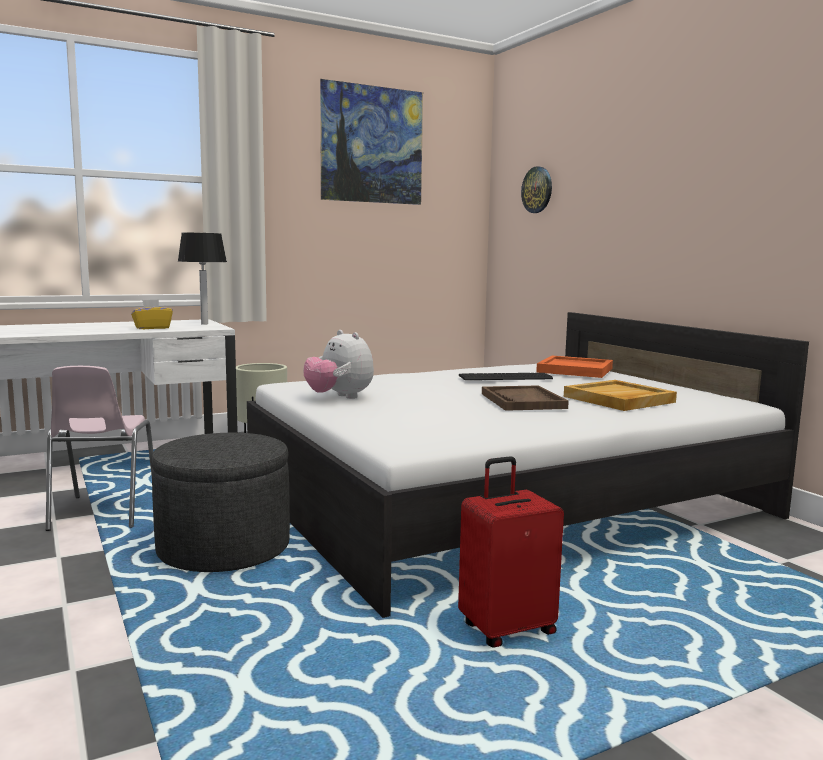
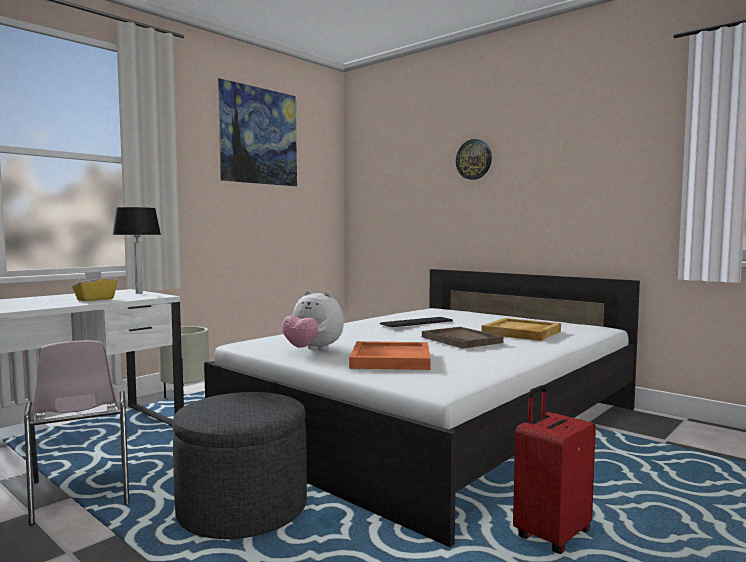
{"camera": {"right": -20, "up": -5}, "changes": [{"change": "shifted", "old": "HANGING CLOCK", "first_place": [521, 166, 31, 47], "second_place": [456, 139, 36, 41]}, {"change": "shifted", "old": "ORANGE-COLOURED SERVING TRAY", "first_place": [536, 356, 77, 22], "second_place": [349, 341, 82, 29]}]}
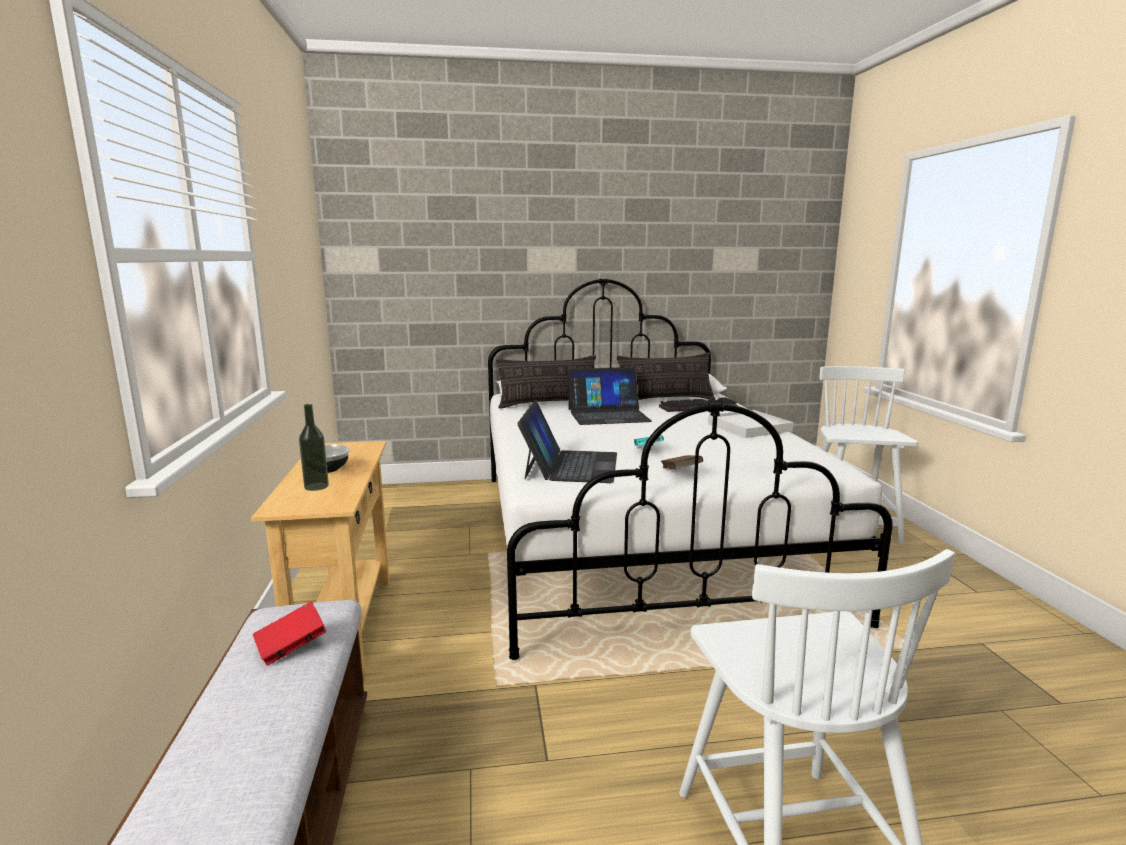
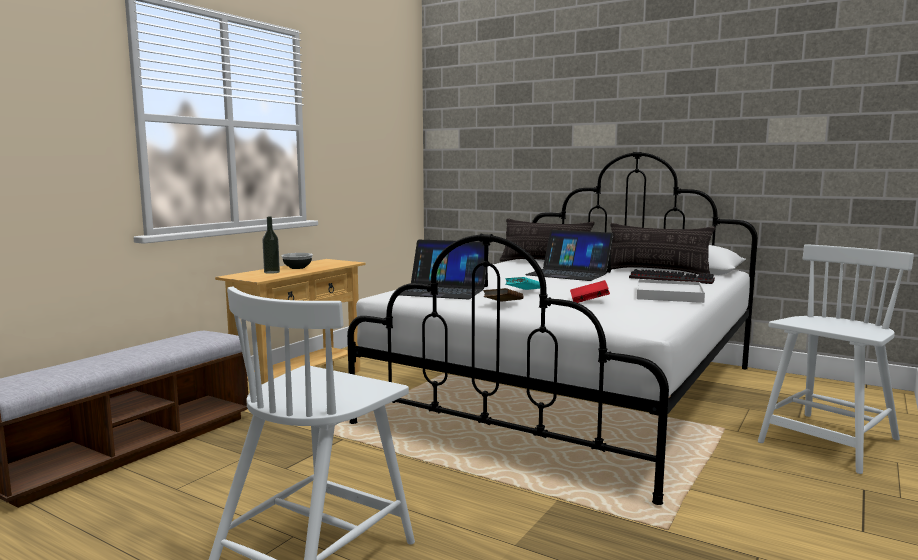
{"camera": {"right": 40, "up": -5}, "changes": [{"change": "shifted", "old": "RED VOLUME", "first_place": [253, 602, 74, 64], "second_place": [570, 280, 40, 23]}, {"change": "rotated", "old": "NOTEBOOK COMPUTER", "first_place": [517, 401, 100, 82], "second_place": [400, 240, 89, 59], "degrees": 60}]}
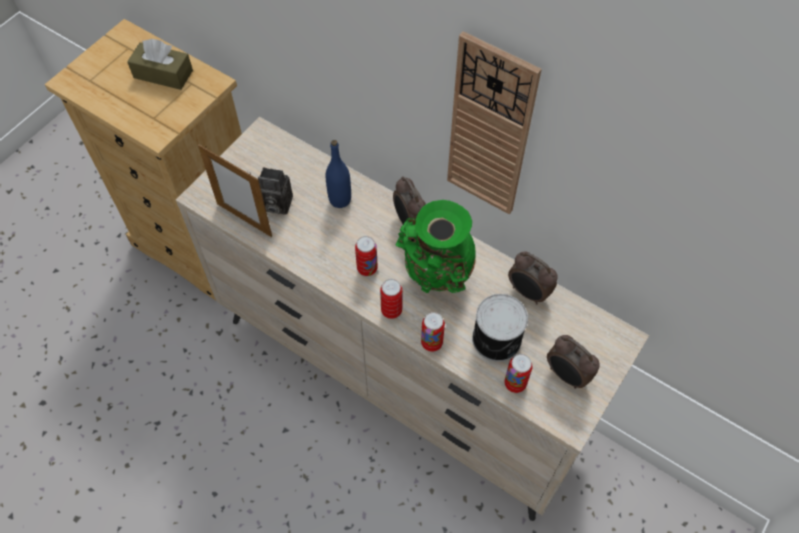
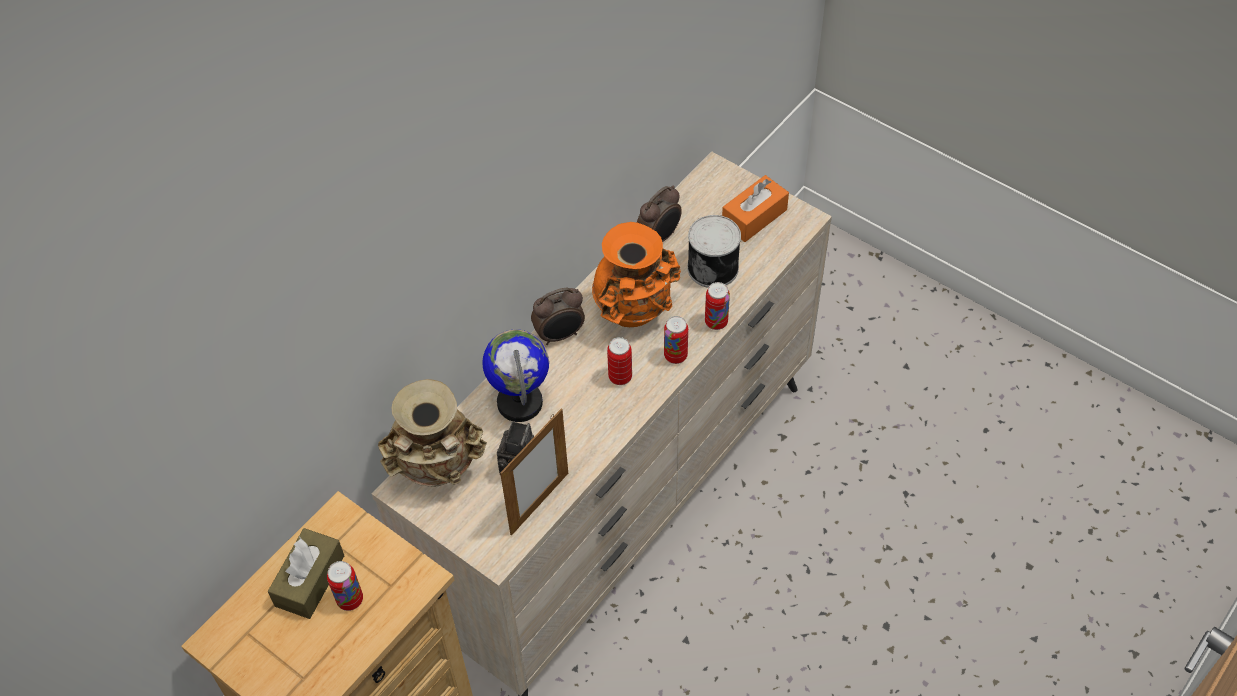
{"camera": {"right": -85, "up": -5}, "changes": [{"change": "swapped", "old": "BLUISH BOTTLE", "new": "GLOBE", "first_place": [326, 140, 25, 68], "second_place": [482, 329, 67, 93]}, {"change": "repainted", "old": "GREEN-COLOURED FLOWER VASE", "new": "ORANGE-COLOURED FLOWER VASE", "first_place": [395, 200, 81, 93], "second_place": [592, 222, 89, 105]}, {"change": "gone", "old": "HANGING CLOCK", "first_place": [447, 31, 95, 183]}, {"change": "shifted", "old": "SEALED CAN", "first_place": [504, 354, 28, 39], "second_place": [327, 561, 36, 50]}, {"change": "swapped", "old": "ALARM CLOCK", "new": "ORANGE-COLOURED TISSUE BOX", "first_place": [547, 335, 53, 54], "second_place": [722, 175, 67, 67]}, {"change": "new", "new": "BEIGE FLOWER VASE", "second_place": [378, 379, 109, 108]}]}
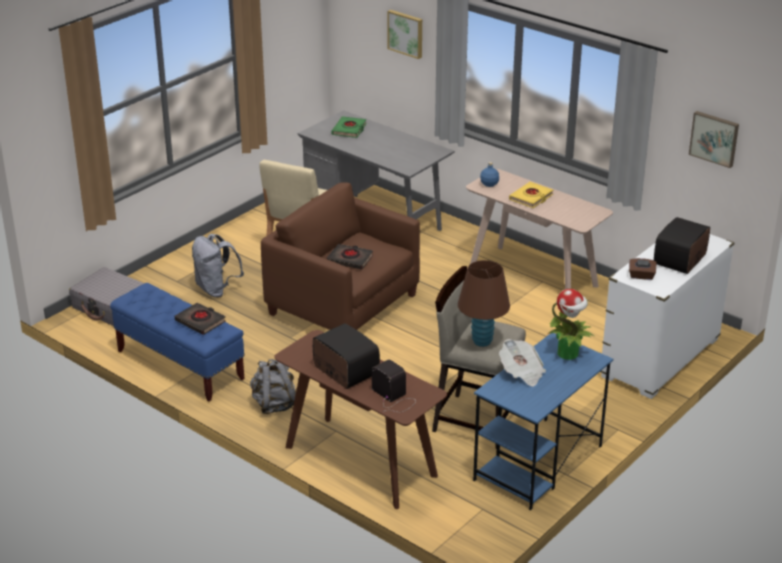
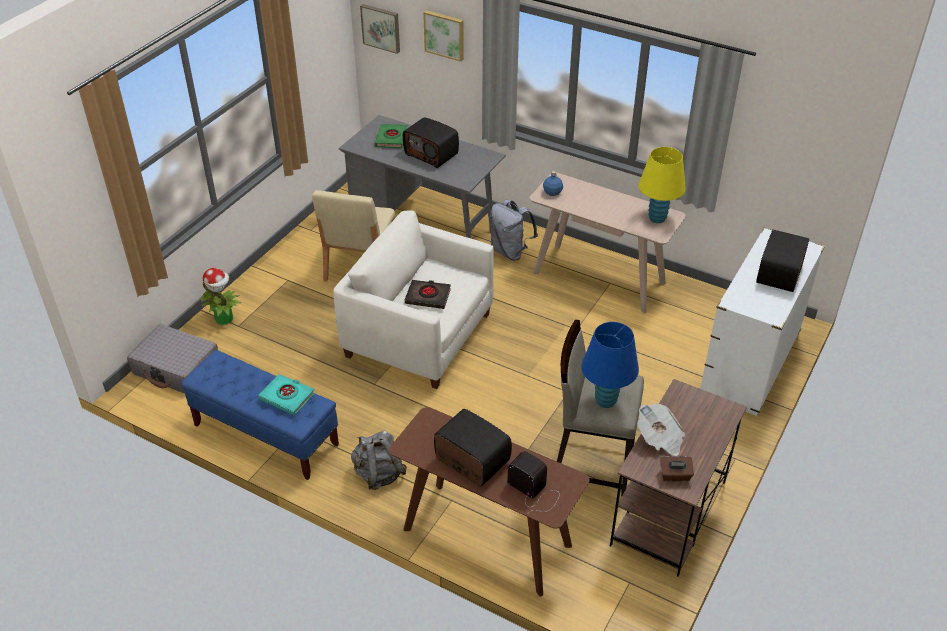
{"camera": {"right": -10, "up": 10}, "changes": [{"change": "repainted", "old": "BLACK VOLUME", "new": "BLUE-GREEN VOLUME", "first_place": [175, 303, 51, 32], "second_place": [258, 374, 57, 41]}, {"change": "shifted", "old": "GREYISH RUCKSACK", "first_place": [192, 234, 52, 63], "second_place": [490, 200, 48, 61]}, {"change": "repainted", "old": "BROWN-COLOURED LOUNGE CHAIR", "new": "WHITE LOUNGE CHAIR", "first_place": [261, 182, 159, 148], "second_place": [333, 211, 161, 178]}, {"change": "repainted", "old": "BROWN-COLOURED LAMP FOR A TABLE", "new": "BLUISH LAMP FOR A TABLE", "first_place": [458, 260, 52, 87], "second_place": [582, 322, 57, 86]}, {"change": "repainted", "old": "BLUISH DESK TABLE", "new": "BROWN-COLOURED DESK TABLE", "first_place": [473, 333, 140, 177], "second_place": [610, 379, 137, 198]}, {"change": "gone", "old": "YELLOW VOLUME", "first_place": [509, 182, 44, 26]}, {"change": "shifted", "old": "POTTED PLANT", "first_place": [548, 289, 46, 71], "second_place": [201, 268, 41, 57]}, {"change": "shifted", "old": "BROWN-COLOURED TISSUE BOX", "first_place": [629, 258, 28, 22], "second_place": [660, 456, 34, 25]}, {"change": "shifted", "old": "WALL ART", "first_place": [689, 111, 50, 57], "second_place": [360, 4, 40, 50]}, {"change": "new", "new": "RADIO SET", "second_place": [403, 117, 56, 51]}, {"change": "new", "new": "YELLOW LAMP FOR A TABLE", "second_place": [639, 147, 47, 76]}]}
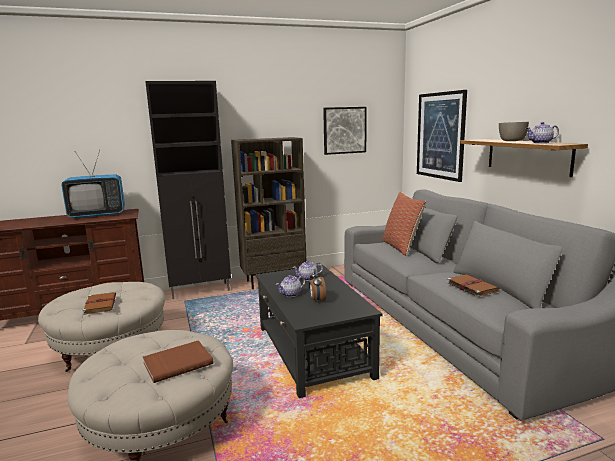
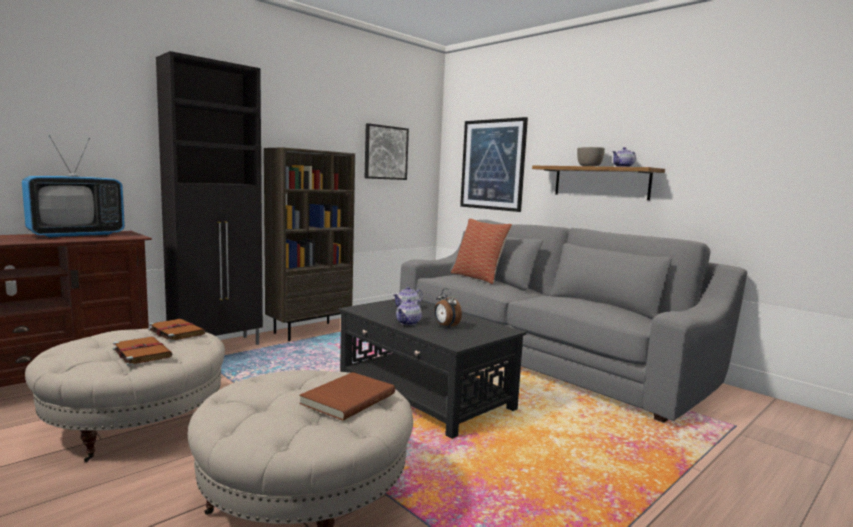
{"camera": {"right": -25, "up": -5}, "changes": [{"change": "shifted", "old": "BROWN-COLOURED VOLUME", "first_place": [447, 275, 53, 22], "second_place": [148, 319, 58, 23]}]}
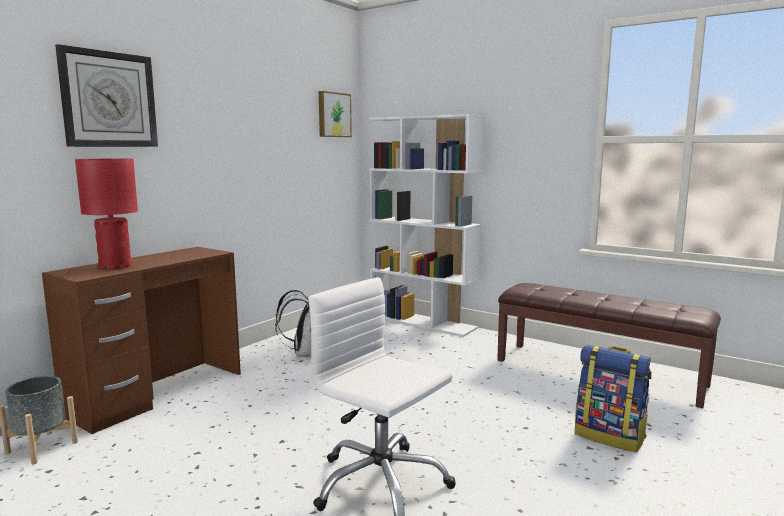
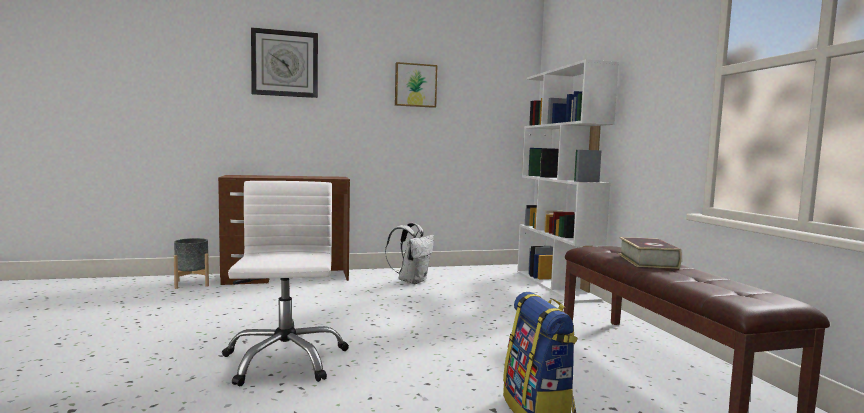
{"camera": {"right": 40, "up": -5}, "changes": [{"change": "gone", "old": "RED LAMP FOR A TABLE", "first_place": [75, 159, 63, 110]}, {"change": "shifted", "old": "WALL ART", "first_place": [319, 91, 33, 46], "second_place": [395, 62, 42, 46]}, {"change": "new", "new": "VOLUME", "second_place": [618, 237, 64, 32]}]}
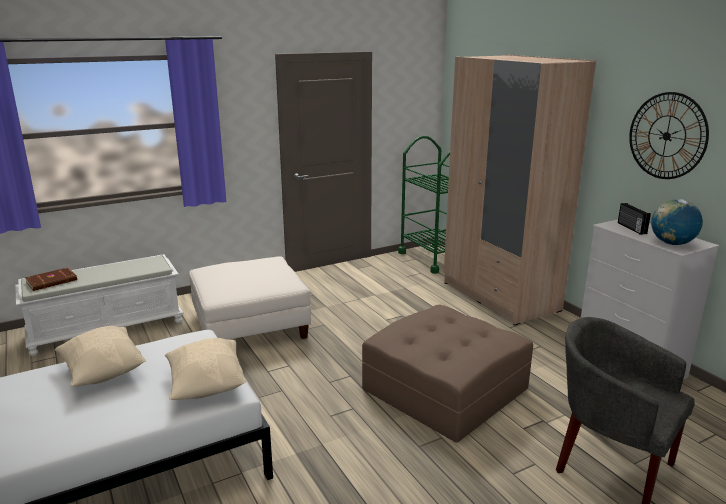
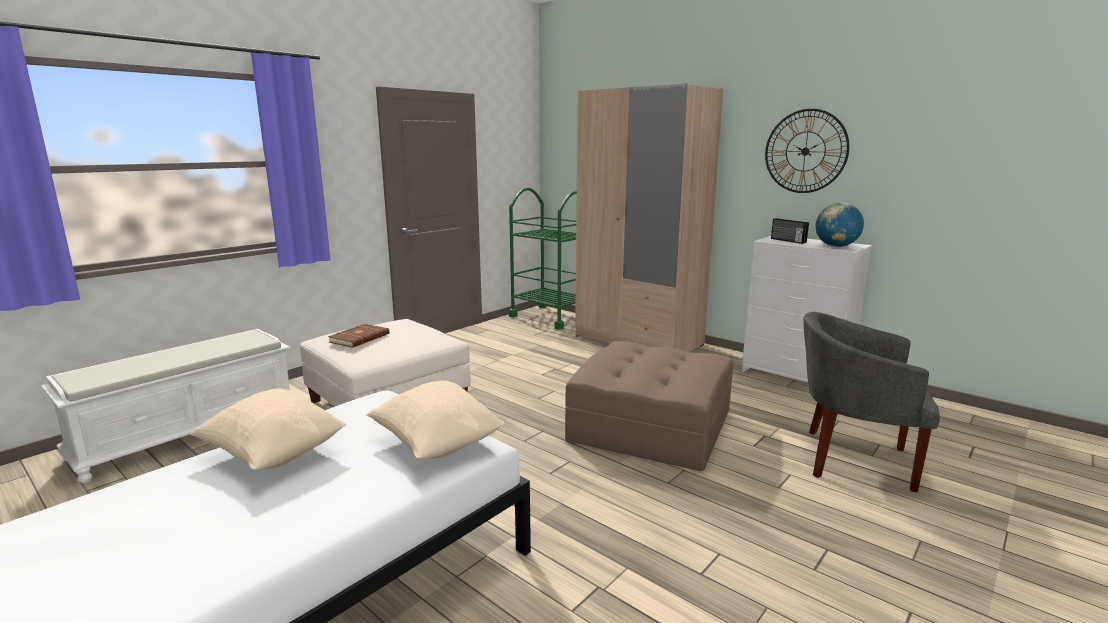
{"camera": {"right": -20, "up": -5}, "changes": [{"change": "shifted", "old": "BROWN-COLOURED VOLUME", "first_place": [25, 267, 52, 24], "second_place": [328, 324, 62, 24]}]}
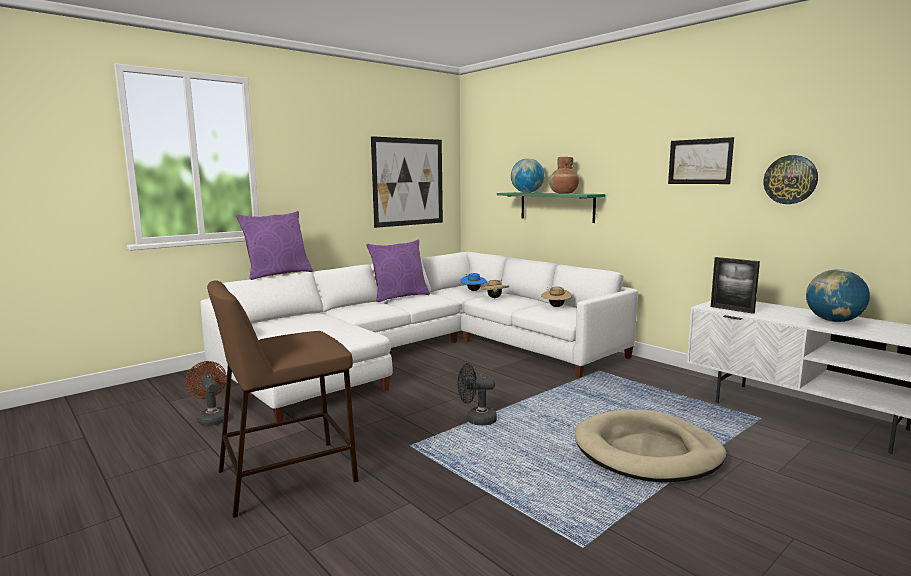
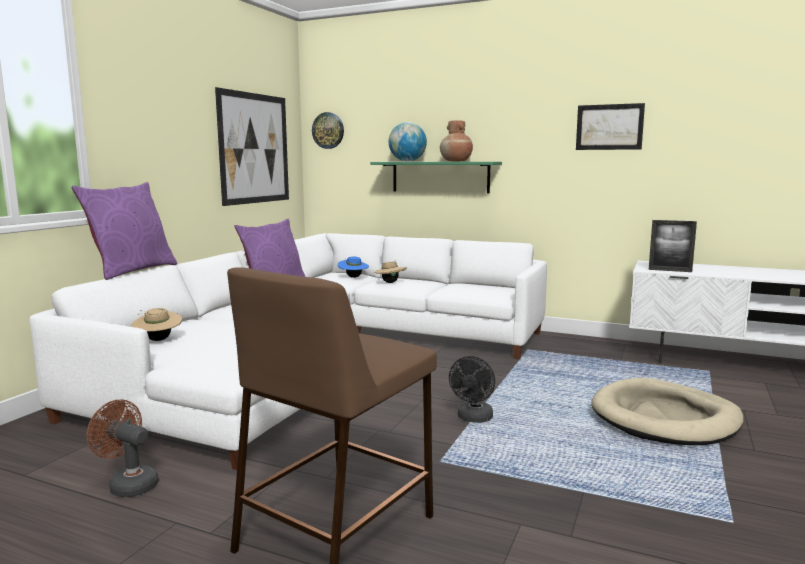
{"camera": {"right": -25, "up": 0}, "changes": [{"change": "rotated", "old": "BLACK ELECTRIC FAN", "first_place": [458, 363, 39, 62], "second_place": [449, 356, 46, 67], "degrees": -45}, {"change": "shifted", "old": "BEIGE HAT", "first_place": [541, 287, 31, 20], "second_place": [131, 308, 51, 33]}, {"change": "shifted", "old": "HANGING CLOCK", "first_place": [764, 155, 54, 49], "second_place": [312, 112, 32, 37]}, {"change": "gone", "old": "GLOBE", "first_place": [806, 269, 64, 53]}]}
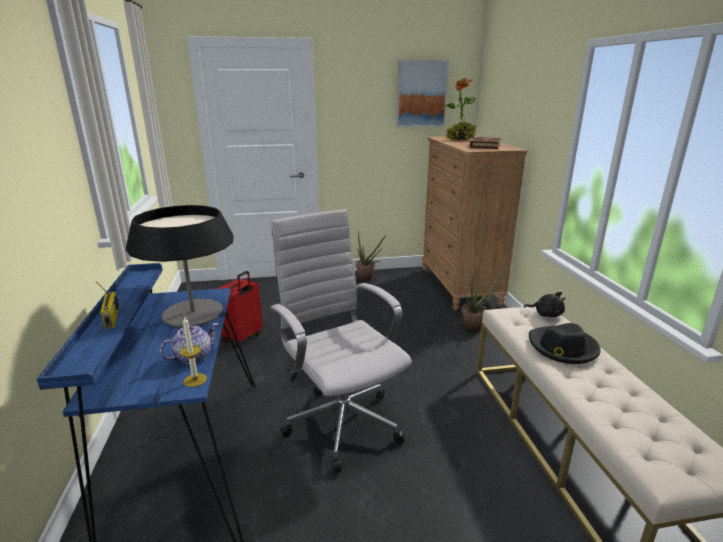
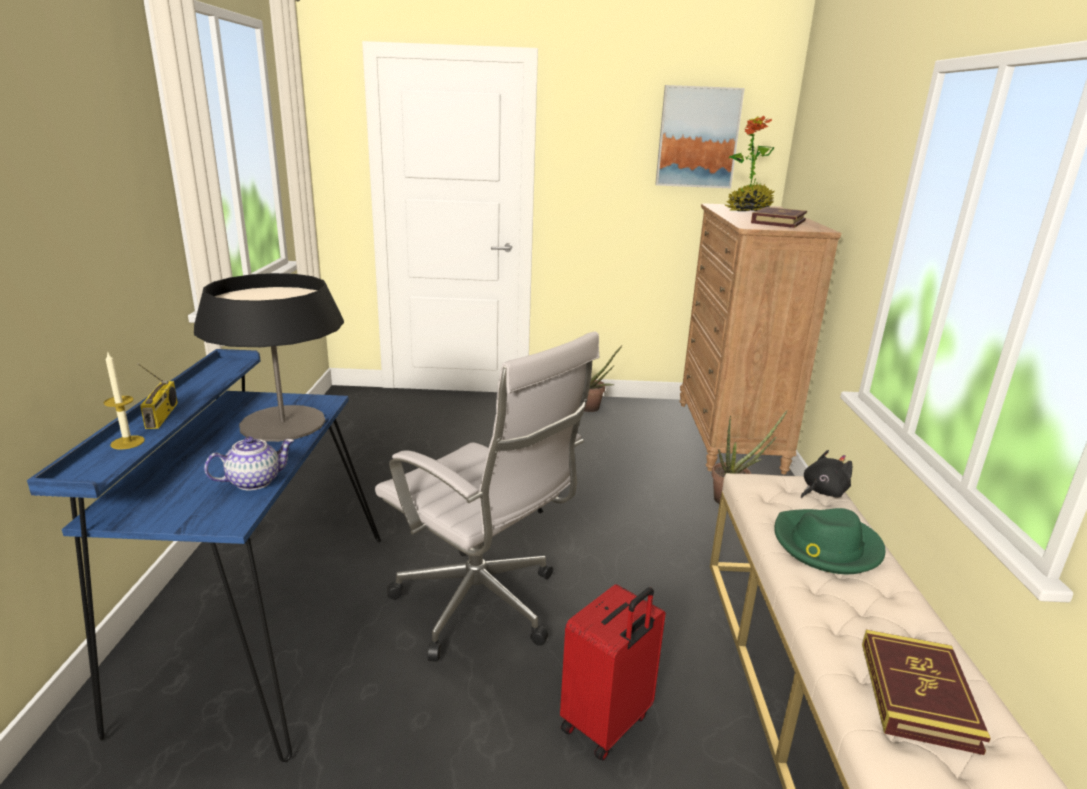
{"camera": {"right": 10, "up": 0}, "changes": [{"change": "shifted", "old": "WAX CANDLE", "first_place": [180, 316, 27, 71], "second_place": [103, 353, 42, 97]}, {"change": "shifted", "old": "RED PIECE OF LUGGAGE", "first_place": [217, 271, 46, 76], "second_place": [560, 584, 106, 177]}, {"change": "rotated", "old": "WHITE DESK CHAIR", "first_place": [270, 209, 142, 264], "second_place": [375, 331, 224, 331], "degrees": 150}, {"change": "rotated", "old": "BLACK PLUSH TOY", "first_place": [524, 292, 42, 25], "second_place": [801, 450, 51, 48], "degrees": -75}, {"change": "repainted", "old": "BLACK HAT", "new": "GREEN-COLOURED HAT", "first_place": [529, 323, 71, 41], "second_place": [774, 508, 112, 66]}, {"change": "new", "new": "VOLUME", "second_place": [862, 630, 129, 125]}]}
